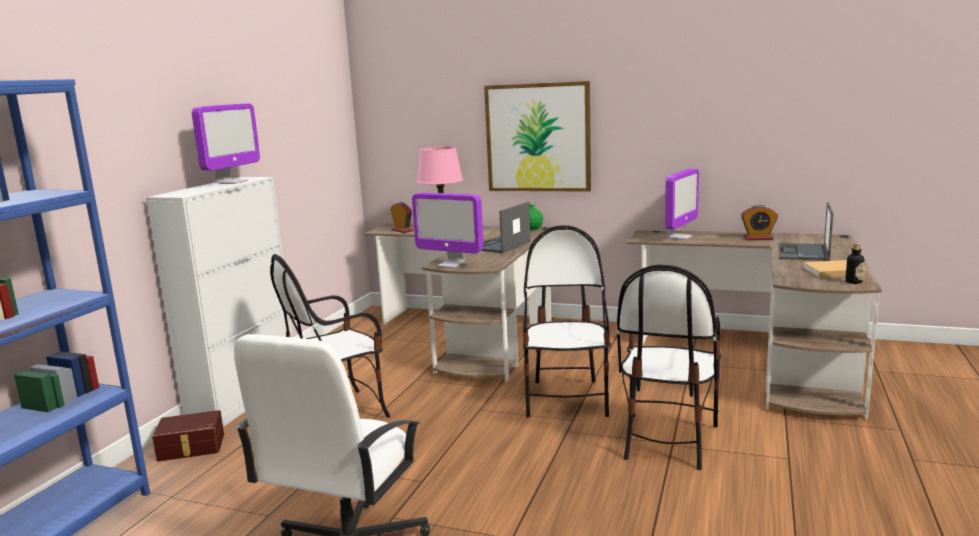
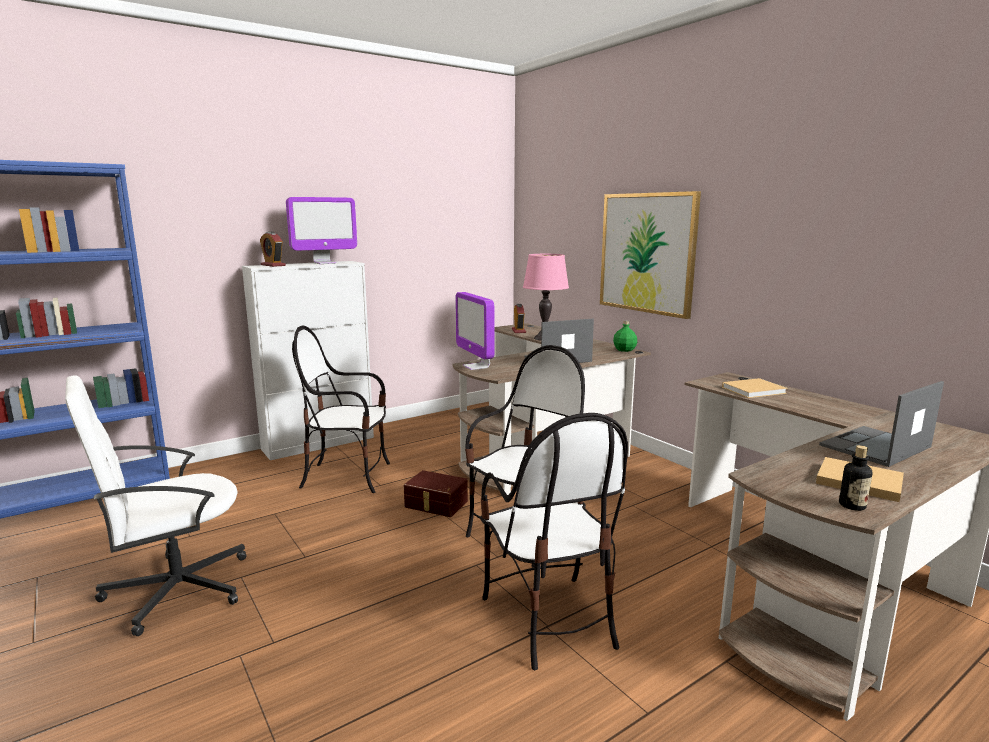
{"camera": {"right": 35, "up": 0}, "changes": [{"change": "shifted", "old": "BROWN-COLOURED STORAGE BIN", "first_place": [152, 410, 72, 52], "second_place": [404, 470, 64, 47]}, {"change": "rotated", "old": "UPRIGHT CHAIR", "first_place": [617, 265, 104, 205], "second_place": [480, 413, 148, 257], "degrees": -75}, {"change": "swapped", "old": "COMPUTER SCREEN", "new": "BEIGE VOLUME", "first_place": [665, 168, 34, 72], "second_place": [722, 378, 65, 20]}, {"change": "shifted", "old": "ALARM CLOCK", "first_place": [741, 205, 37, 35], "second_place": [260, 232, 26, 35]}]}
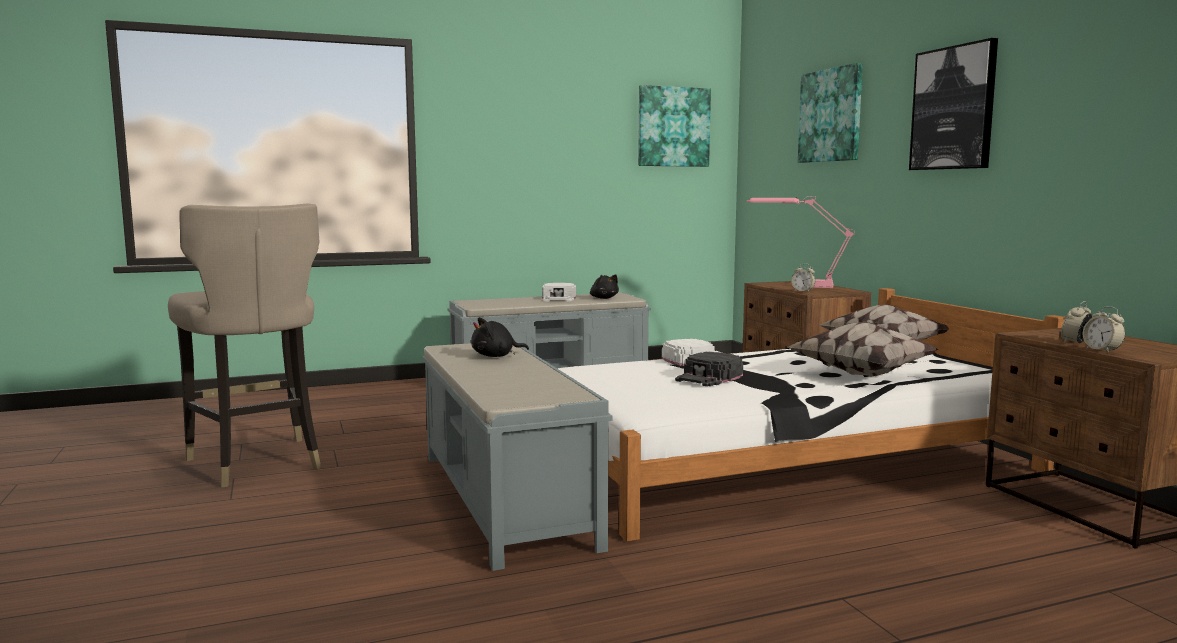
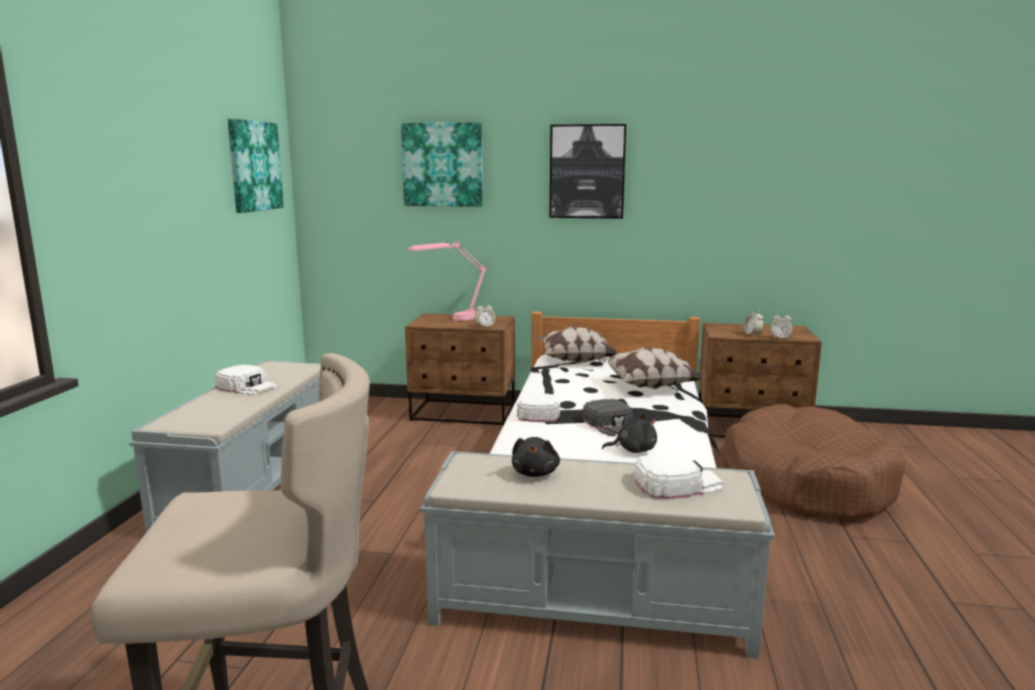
{"camera": {"right": -60, "up": 5}, "changes": [{"change": "shifted", "old": "BLACK PLUSH TOY", "first_place": [590, 274, 29, 25], "second_place": [602, 413, 55, 40]}, {"change": "new", "new": "WHITE BASEBALL CAP", "second_place": [634, 453, 89, 46]}, {"change": "new", "new": "BROWN-COLOURED PET BED", "second_place": [724, 404, 181, 118]}]}
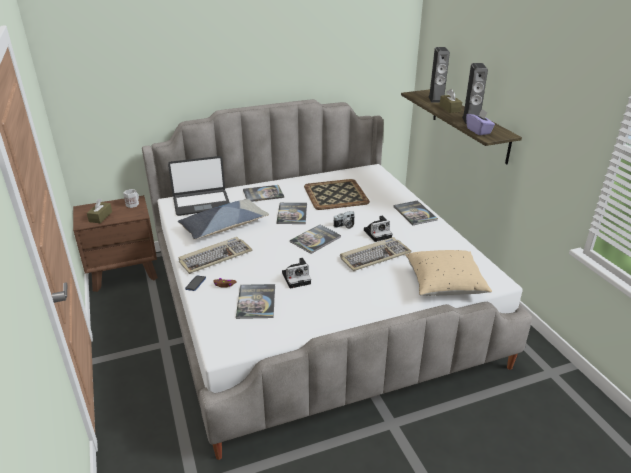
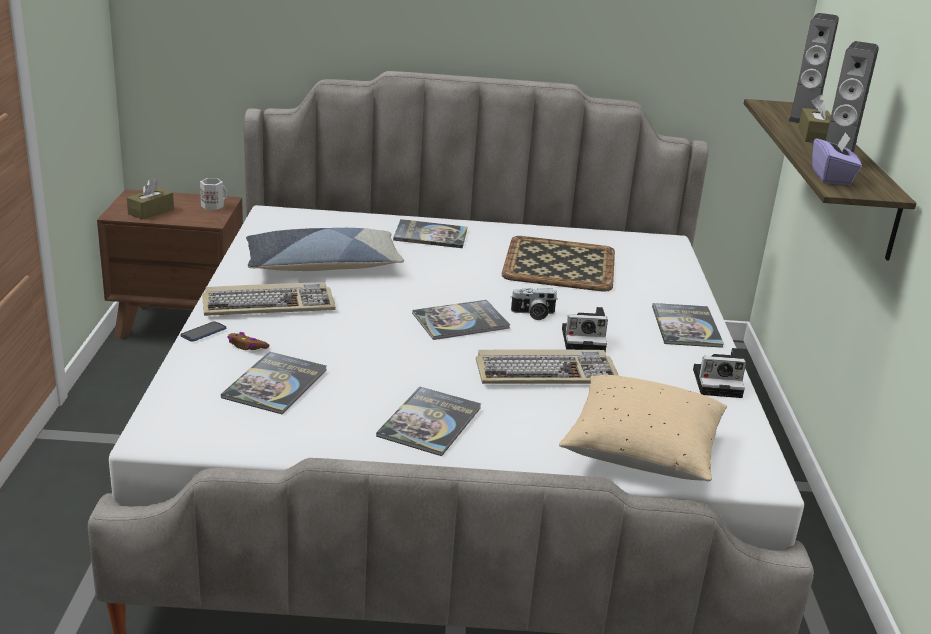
{"camera": {"right": 20, "up": -5}, "changes": [{"change": "gone", "old": "NOTEBOOK COMPUTER", "first_place": [168, 156, 62, 60]}, {"change": "shifted", "old": "VOLUME", "first_place": [277, 203, 30, 21], "second_place": [376, 387, 105, 69]}, {"change": "shifted", "old": "STILL CAMERA", "first_place": [282, 258, 29, 31], "second_place": [693, 348, 53, 50]}]}
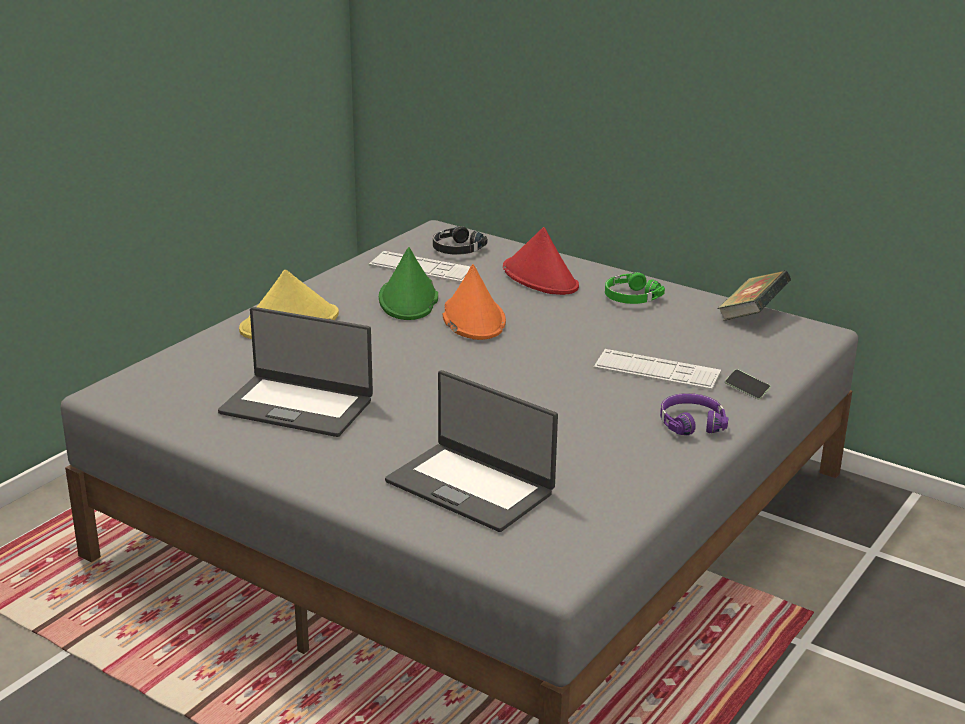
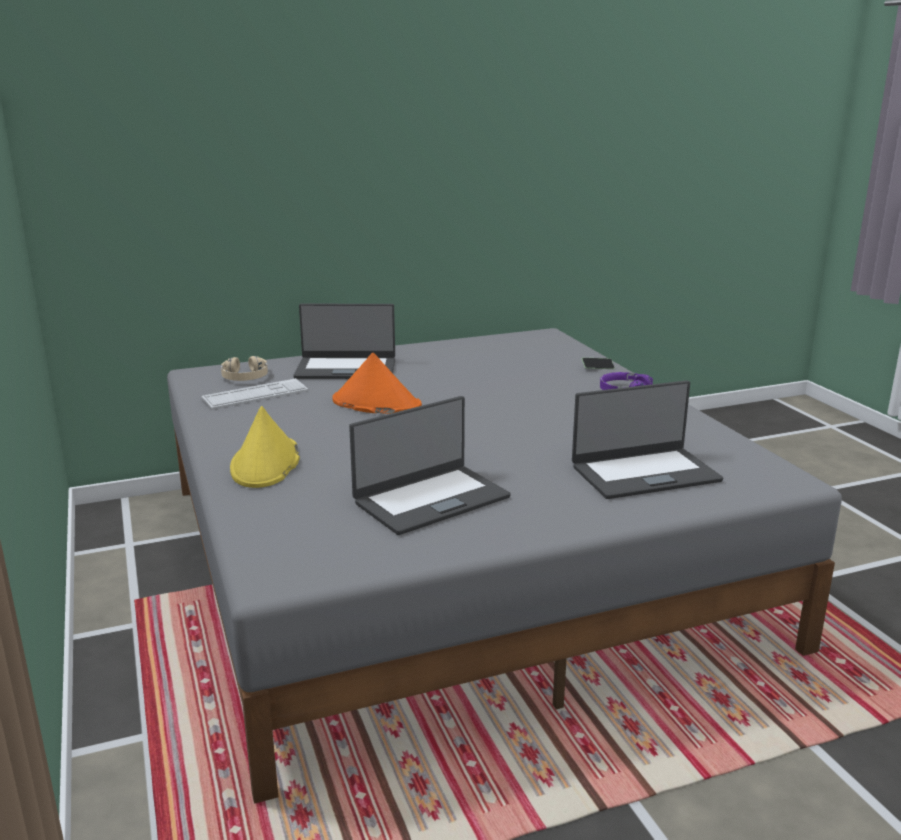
{"camera": {"right": -55, "up": -5}, "changes": [{"change": "gone", "old": "GREEN-COLOURED HAT", "first_place": [379, 247, 59, 73]}, {"change": "repainted", "old": "BLACK PAIR OF HEADPHONES", "new": "BEIGE PAIR OF HEADPHONES", "first_place": [433, 226, 55, 29], "second_place": [221, 356, 47, 25]}, {"change": "swapped", "old": "RED HAT", "new": "NOTEBOOK COMPUTER", "first_place": [503, 227, 76, 68], "second_place": [293, 304, 102, 75]}, {"change": "gone", "old": "PC KEYBOARD", "first_place": [594, 349, 127, 42]}, {"change": "gone", "old": "GREEN-COLOURED PAIR OF HEADPHONES", "first_place": [605, 272, 60, 32]}, {"change": "gone", "old": "VOLUME", "first_place": [717, 270, 74, 51]}]}
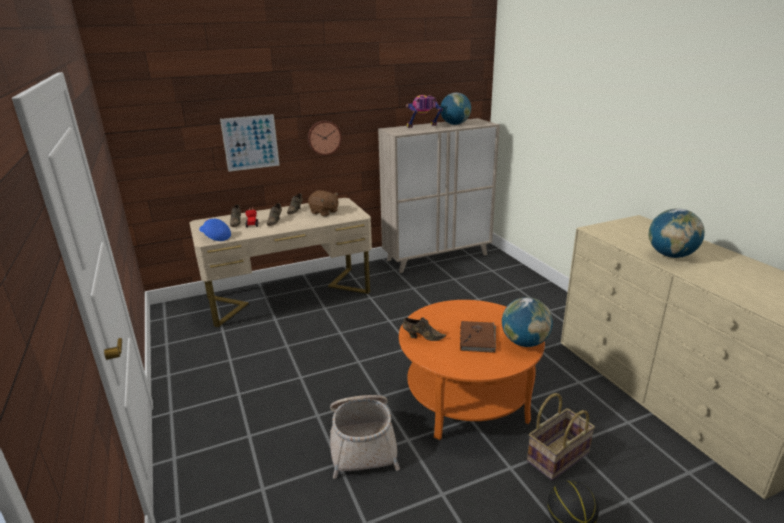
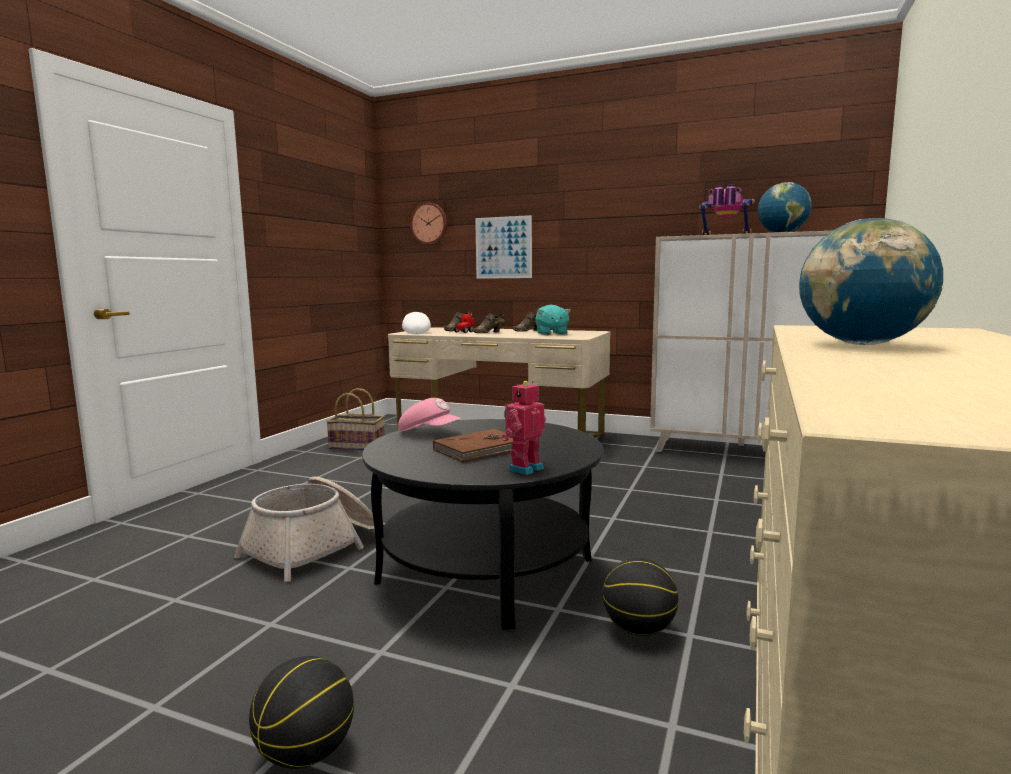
{"camera": {"right": 45, "up": -15}, "changes": [{"change": "repainted", "old": "BLUISH BASEBALL CAP", "new": "WHITE BASEBALL CAP", "first_place": [199, 219, 32, 22], "second_place": [402, 312, 29, 22]}, {"change": "shifted", "old": "HANGING CLOCK", "first_place": [308, 120, 34, 35], "second_place": [410, 203, 38, 41]}, {"change": "repainted", "old": "BROWN-COLOURED PLUSH TOY", "new": "BLUE-GREEN PLUSH TOY", "first_place": [308, 190, 31, 26], "second_place": [535, 305, 36, 30]}, {"change": "repainted", "old": "ORANGE-COLOURED LOW TABLE", "new": "BLACK LOW TABLE", "first_place": [399, 300, 146, 140], "second_place": [362, 419, 242, 211]}, {"change": "swapped", "old": "BROWN-COLOURED LOW SHOE", "new": "PINK-COLOURED BASEBALL CAP", "first_place": [402, 317, 44, 24], "second_place": [398, 398, 63, 33]}, {"change": "swapped", "old": "GLOBE", "new": "TOY ROBOT", "first_place": [502, 297, 51, 50], "second_place": [502, 381, 44, 94]}, {"change": "shifted", "old": "BASKET", "first_place": [527, 393, 68, 88], "second_place": [326, 388, 59, 63]}, {"change": "new", "new": "BASKETBALL", "second_place": [603, 558, 76, 78]}]}
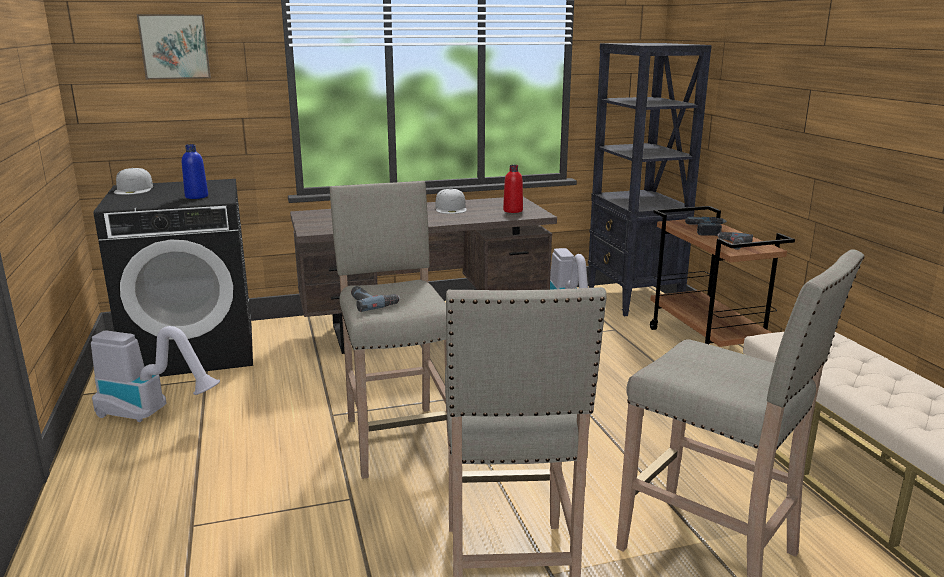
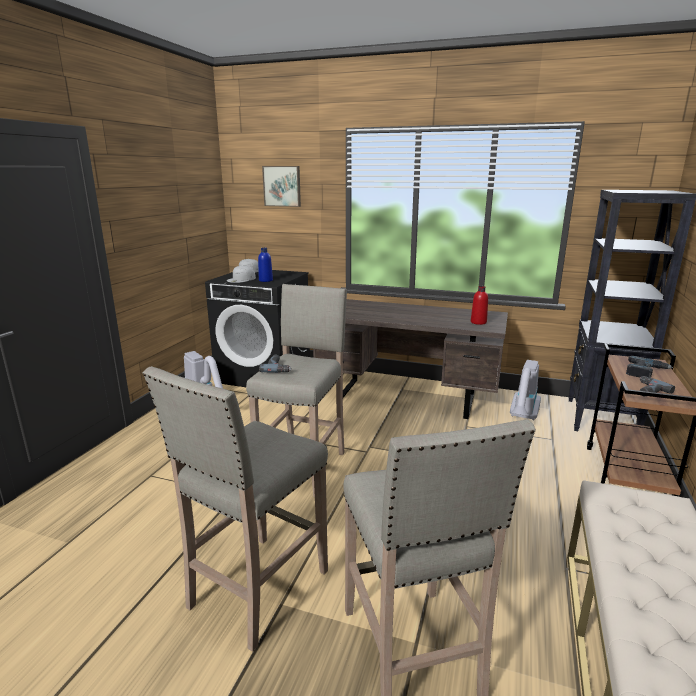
{"camera": {"right": 35, "up": 0}, "changes": [{"change": "shifted", "old": "WHITE BASEBALL CAP", "first_place": [435, 189, 32, 25], "second_place": [227, 266, 29, 17]}]}
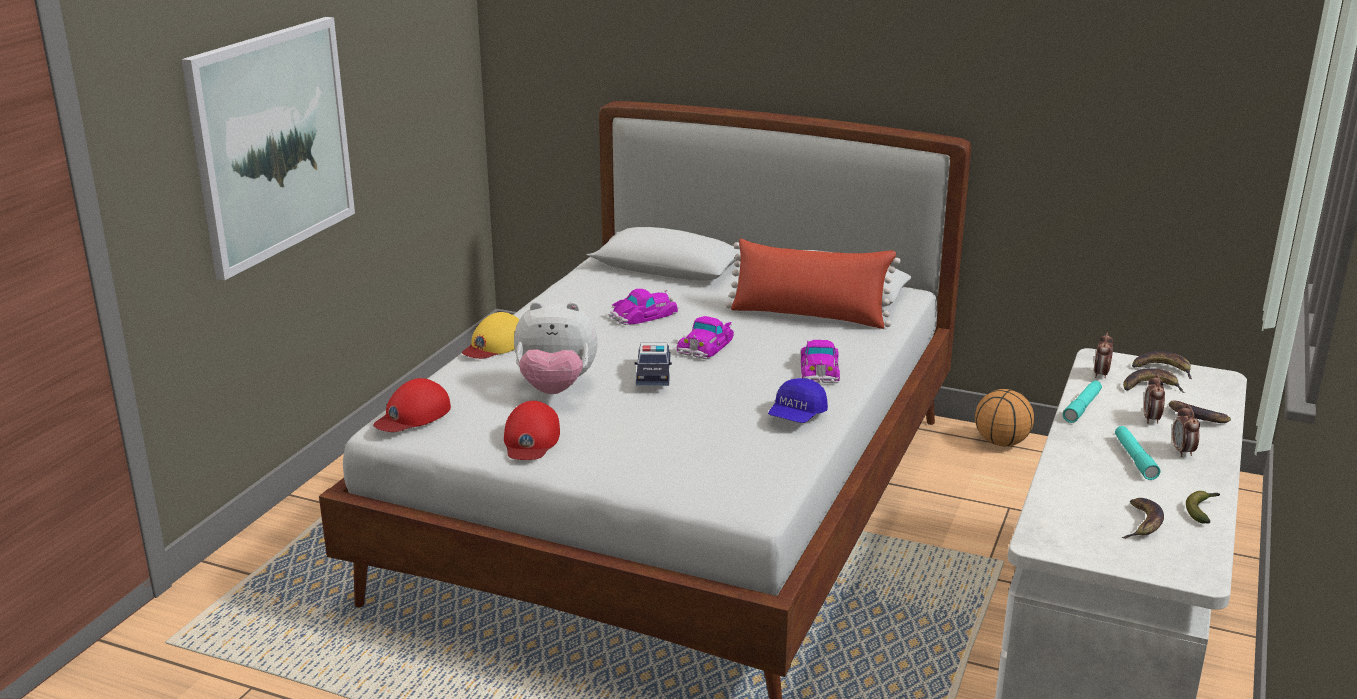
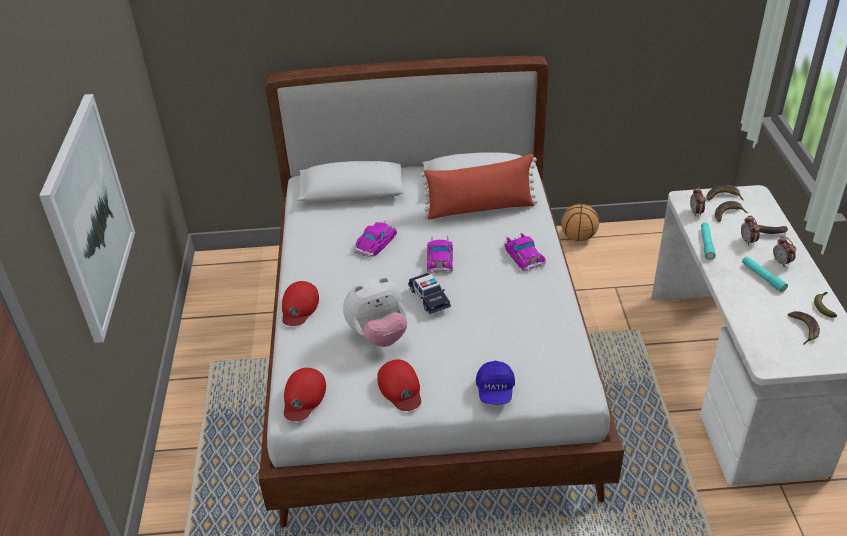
{"camera": {"right": -25, "up": 15}, "changes": [{"change": "repainted", "old": "YELLOW BASEBALL CAP", "new": "RED BASEBALL CAP", "first_place": [462, 312, 58, 47], "second_place": [282, 281, 37, 45]}, {"change": "shifted", "old": "BLUISH BASEBALL CAP", "first_place": [768, 378, 60, 45], "second_place": [476, 361, 39, 43]}]}
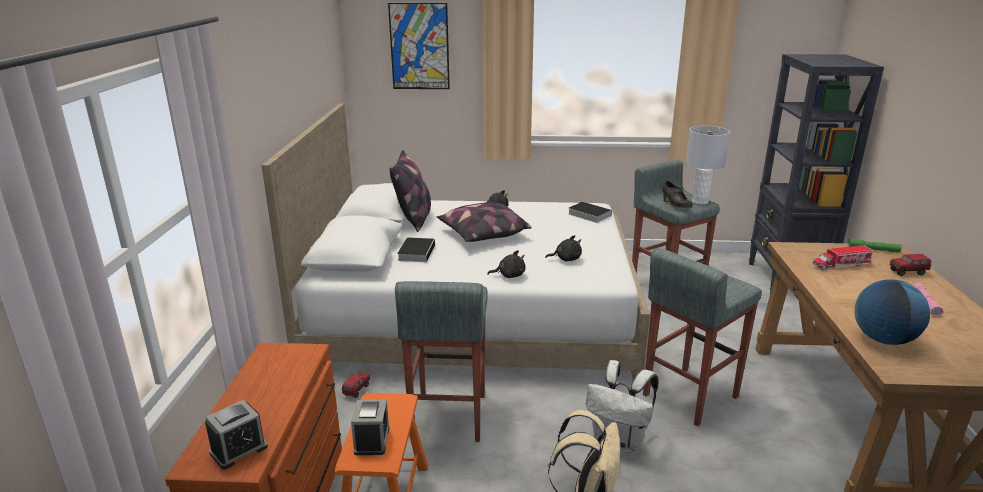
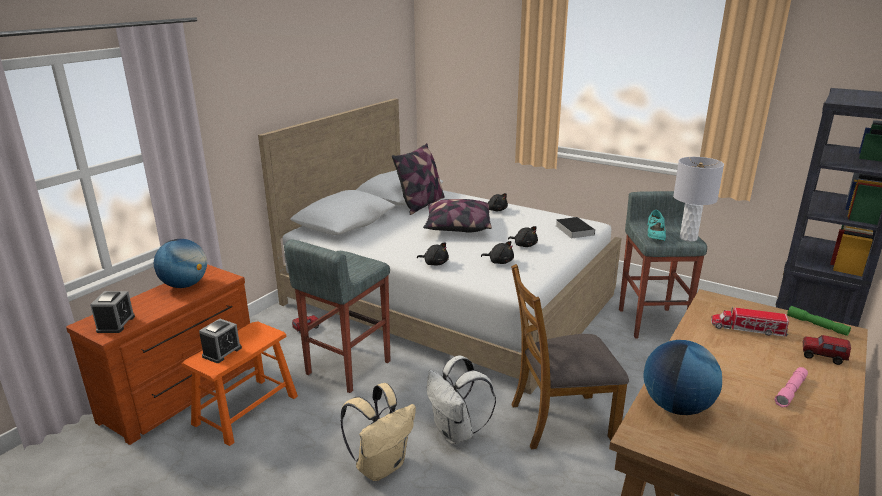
{"camera": {"right": 30, "up": 0}, "changes": [{"change": "rotated", "old": "ALARM CLOCK", "first_place": [205, 400, 63, 70], "second_place": [90, 291, 45, 42], "degrees": -75}, {"change": "gone", "old": "WALL ART", "first_place": [388, 3, 62, 86]}, {"change": "gone", "old": "VOLUME", "first_place": [397, 237, 38, 25]}, {"change": "swapped", "old": "GREYISH SITTING STOOL", "new": "BROWN-COLOURED UPRIGHT CHAIR", "first_place": [643, 248, 119, 178], "second_place": [511, 264, 118, 185]}, {"change": "repainted", "old": "BLACK LOW SHOE", "new": "BLUE-GREEN LOW SHOE", "first_place": [663, 181, 29, 27], "second_place": [647, 210, 19, 31]}, {"change": "new", "new": "GLOBE", "second_place": [154, 239, 53, 49]}, {"change": "new", "new": "BLACK PLUSH TOY", "second_place": [508, 226, 30, 21]}]}
